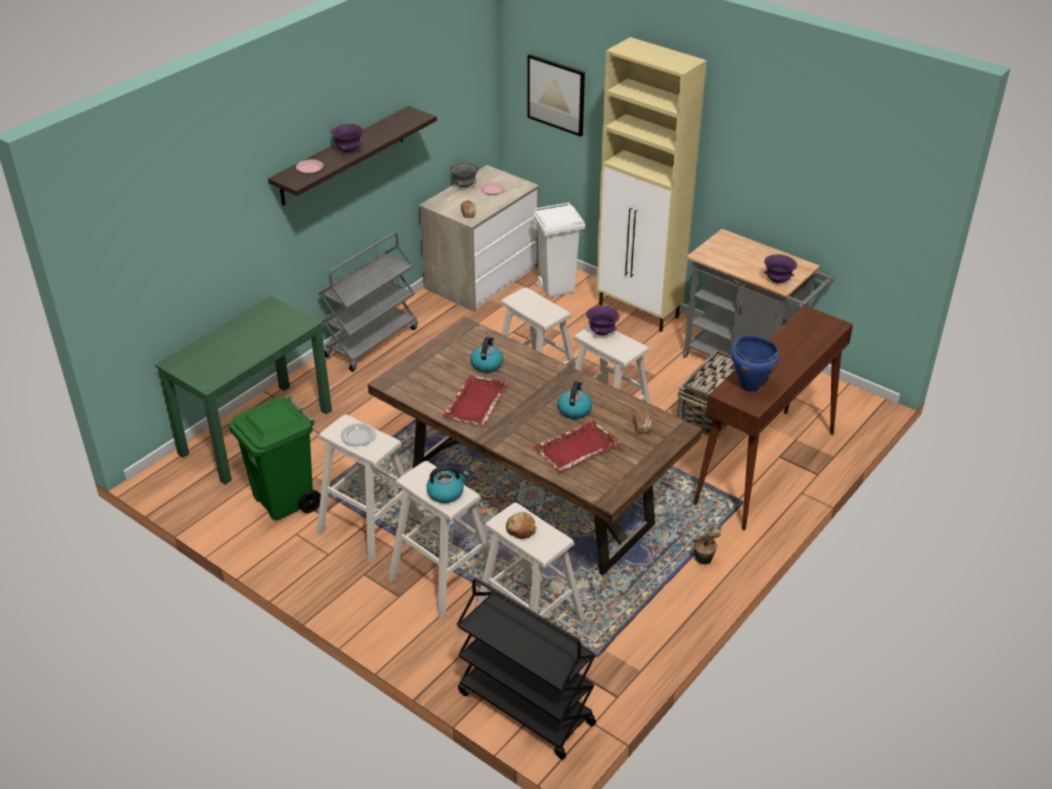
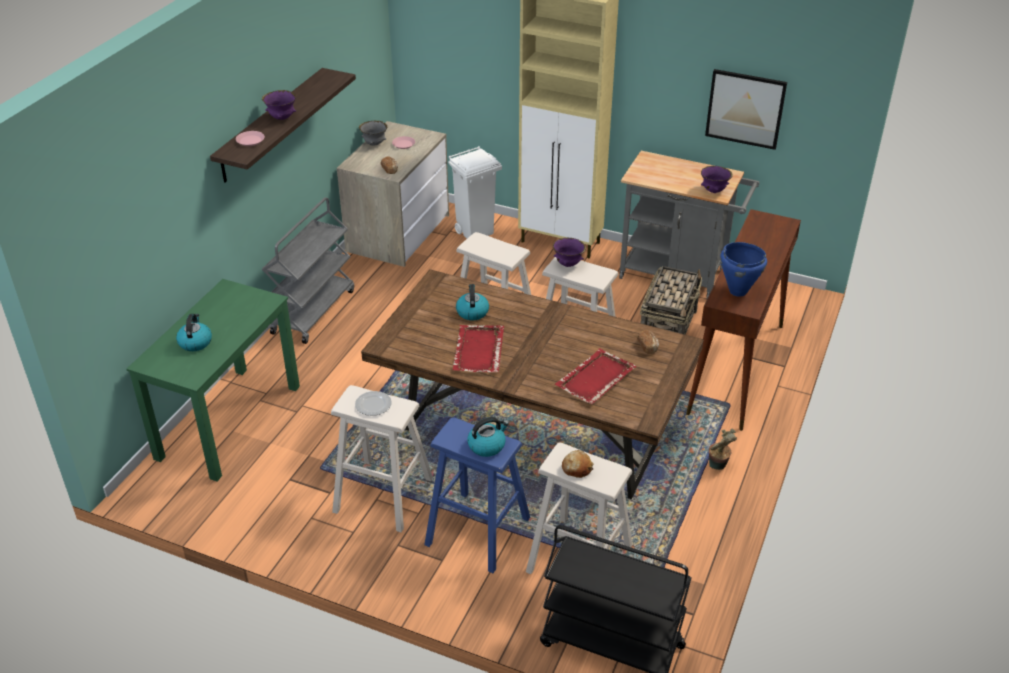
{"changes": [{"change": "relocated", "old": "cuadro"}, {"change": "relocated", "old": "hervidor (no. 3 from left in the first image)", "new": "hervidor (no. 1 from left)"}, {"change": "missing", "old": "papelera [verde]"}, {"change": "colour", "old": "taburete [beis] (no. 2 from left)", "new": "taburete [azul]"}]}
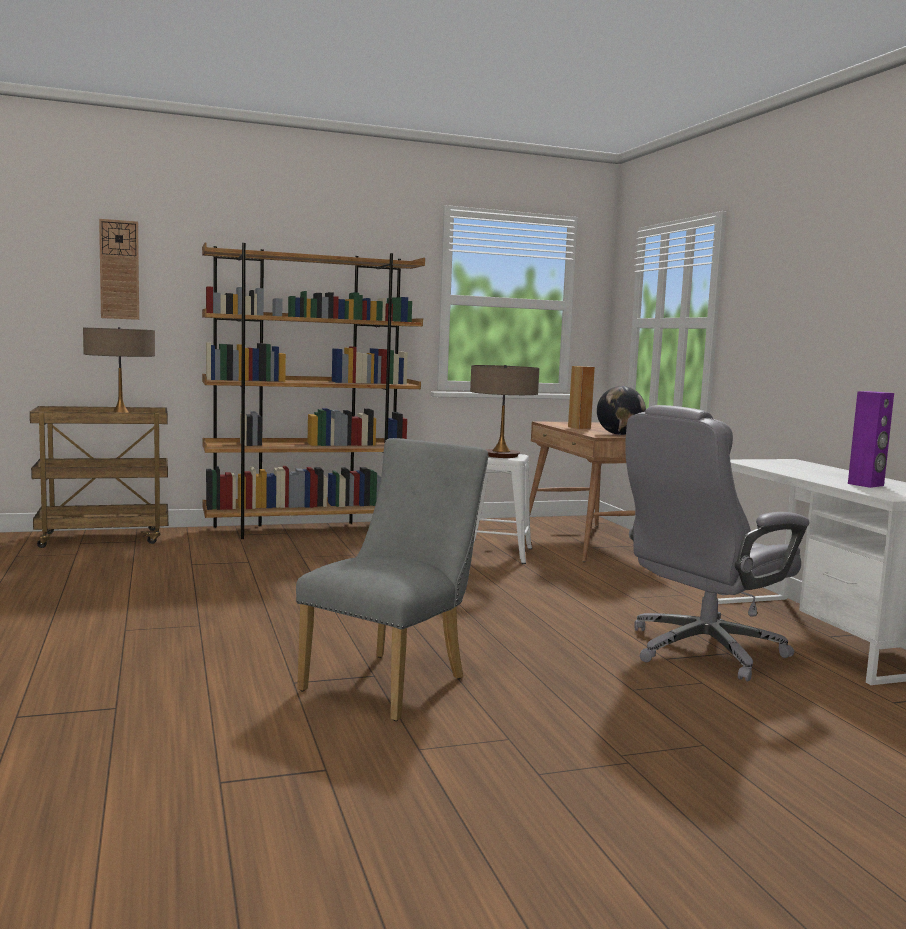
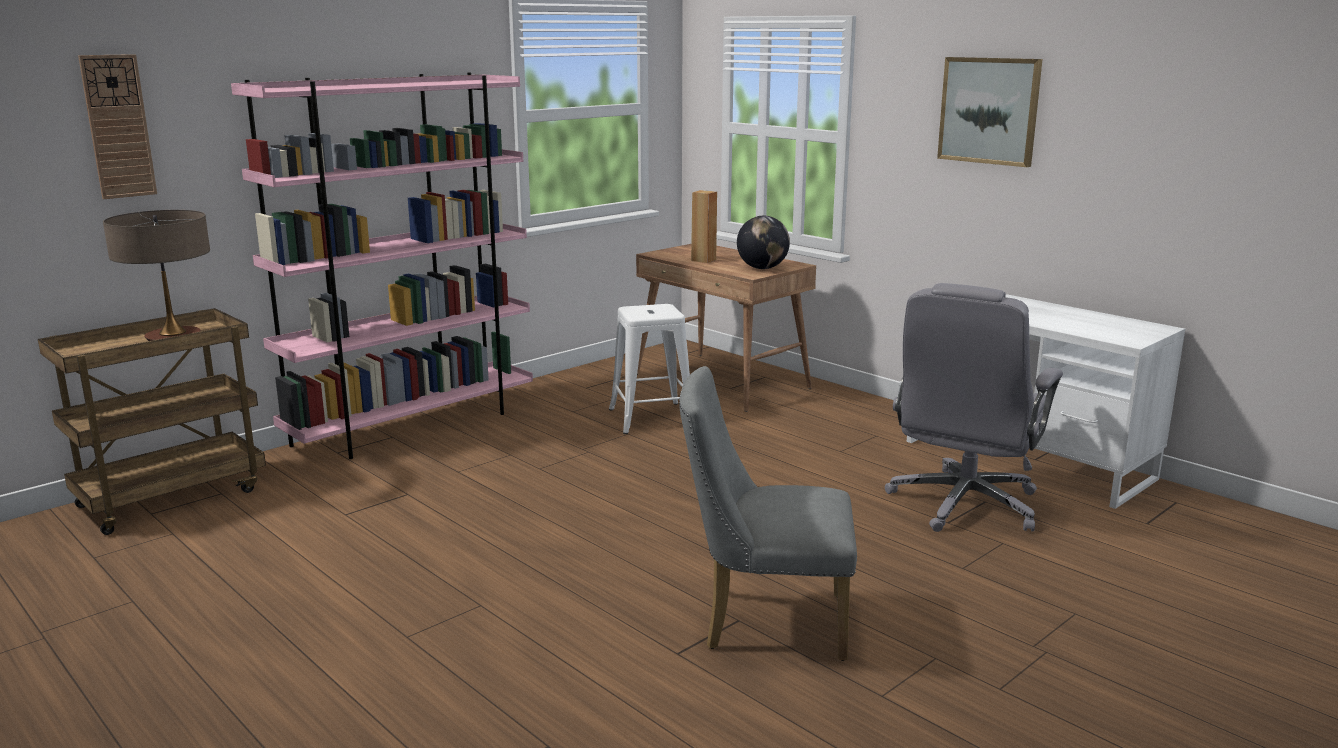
{"changes": [{"change": "colour", "old": "estantería [marrón]", "new": "estantería [rosa]"}, {"change": "missing", "old": "lámpara de mesa (no. 2 from left)"}, {"change": "missing", "old": "altavoz [morado]"}, {"change": "spun", "old": "silla [gris]", "degrees": -90}, {"change": "appeared", "new": "cuadro"}]}
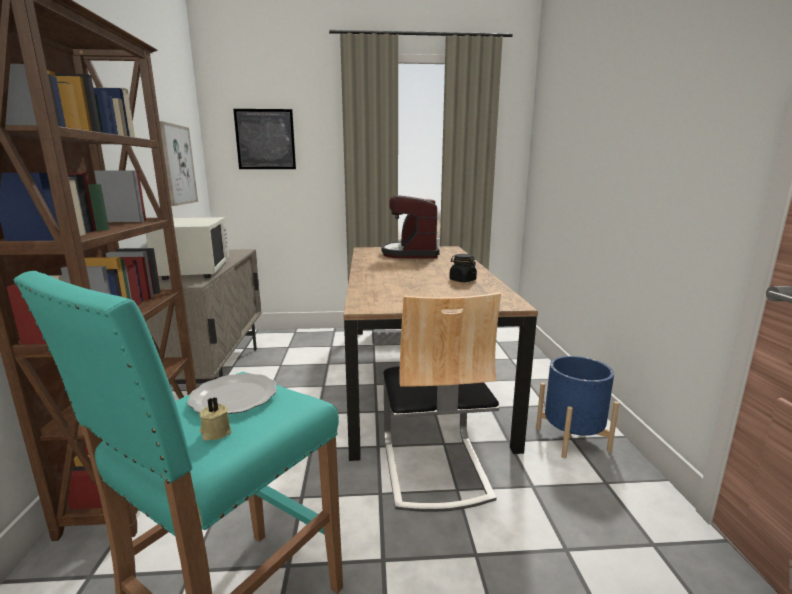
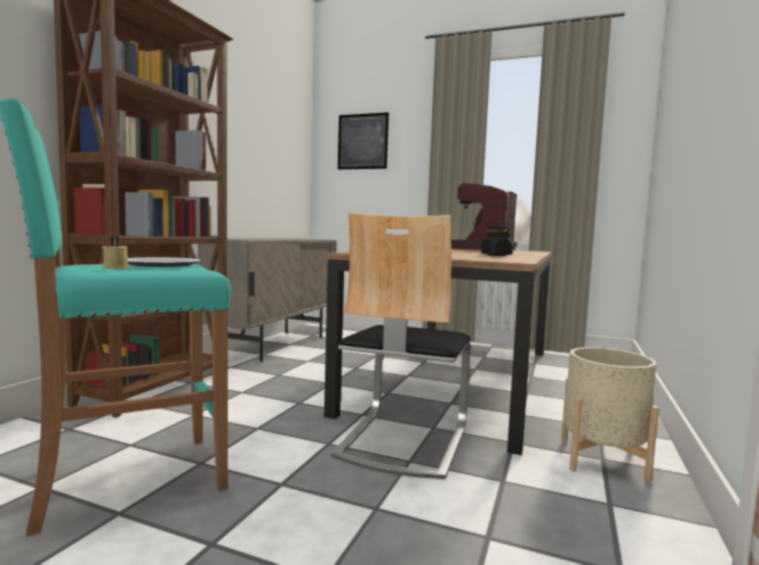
{"changes": [{"change": "missing", "old": "cuadro (no. 1 from left)"}, {"change": "missing", "old": "microondas [blanco]"}, {"change": "colour", "old": "maceta [azul]", "new": "maceta [beis]"}]}
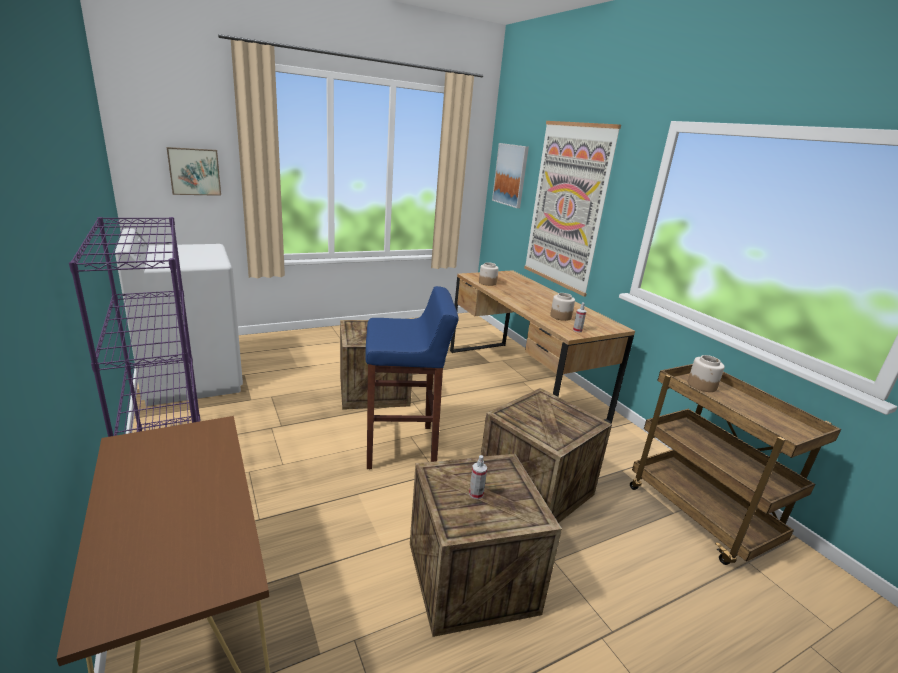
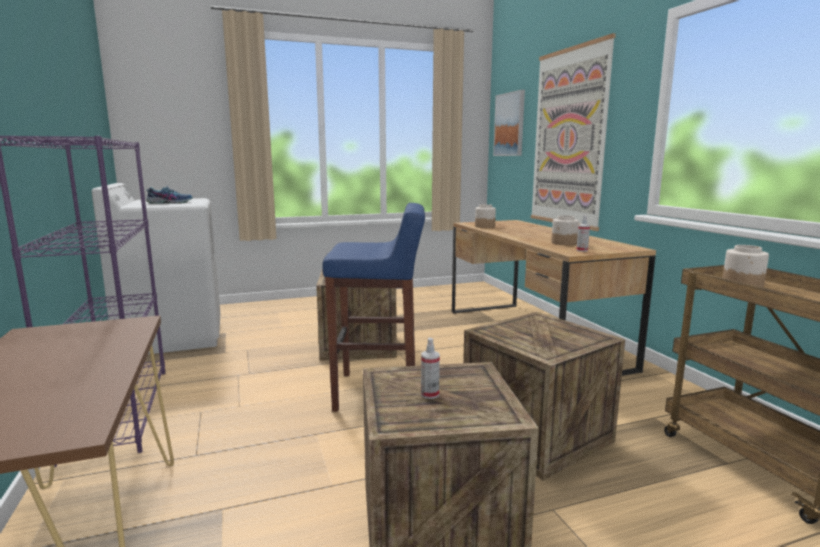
{"changes": [{"change": "missing", "old": "cuadro (no. 1 from left)"}, {"change": "appeared", "new": "zapato"}]}
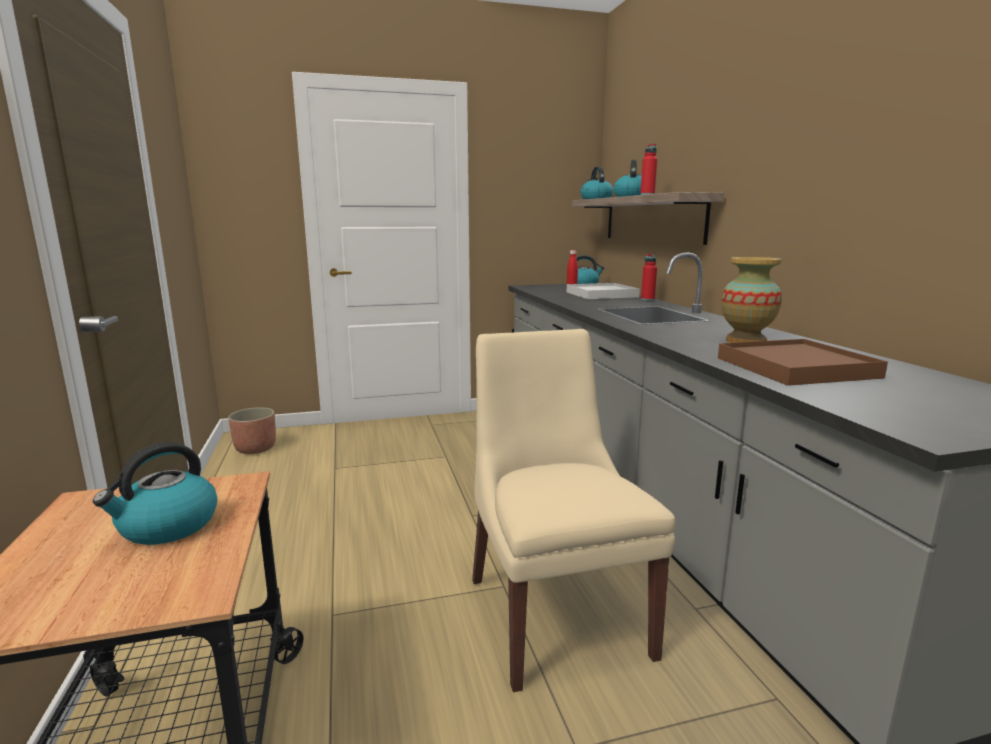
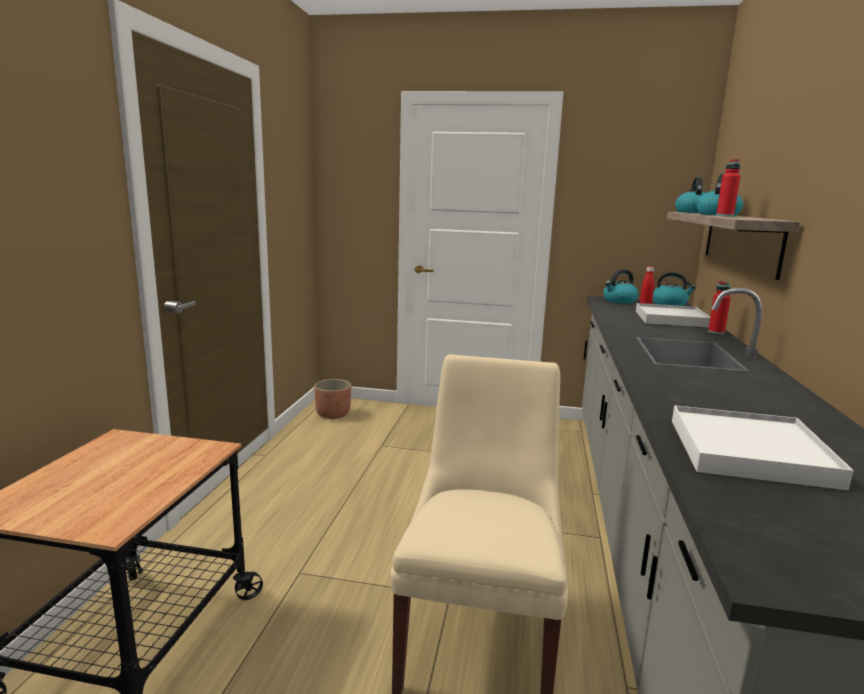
{"changes": [{"change": "missing", "old": "florero"}, {"change": "colour", "old": "bandeja [marrón]", "new": "bandeja [blanco] (no. 2 from left)"}, {"change": "relocated", "old": "hervidor (no. 1 from left)"}]}
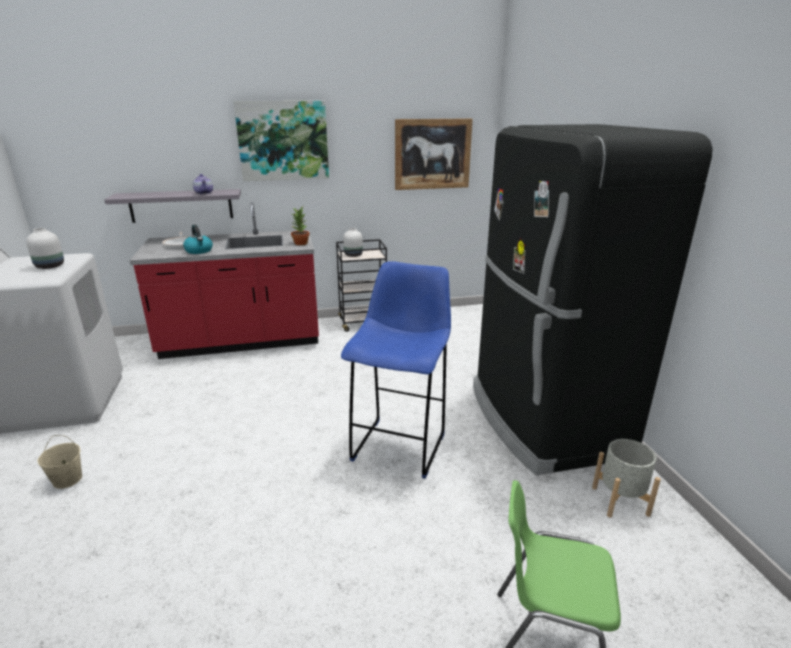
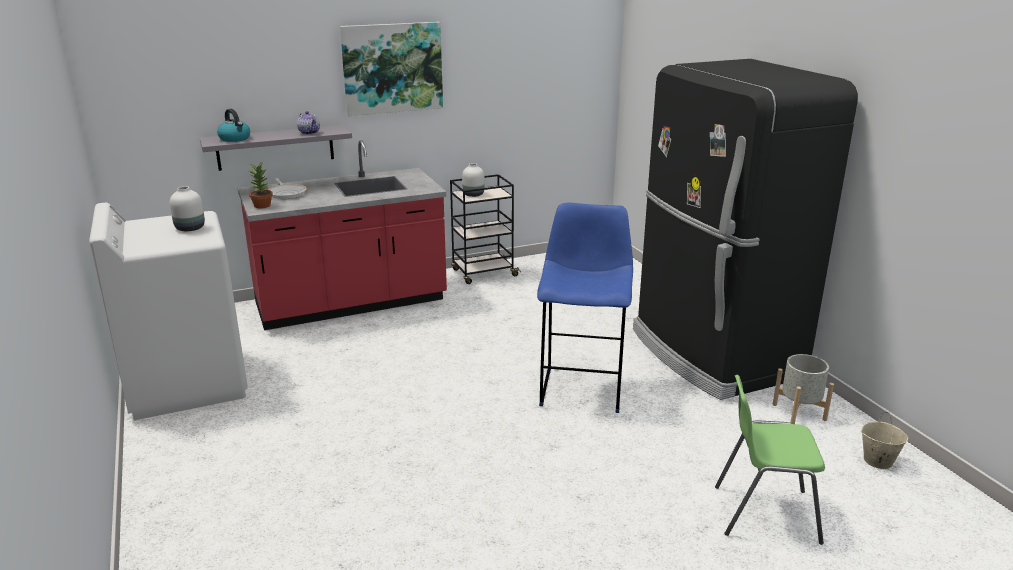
{"changes": [{"change": "missing", "old": "cuadro (no. 2 from left)"}, {"change": "relocated", "old": "planta en maceta"}, {"change": "relocated", "old": "hervidor"}, {"change": "relocated", "old": "cubo [beis]"}]}
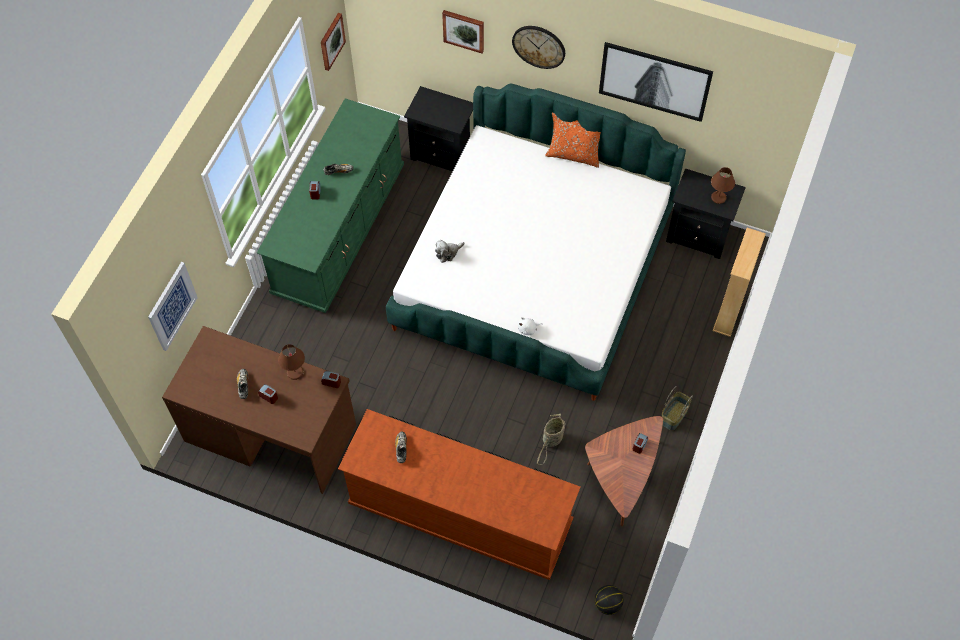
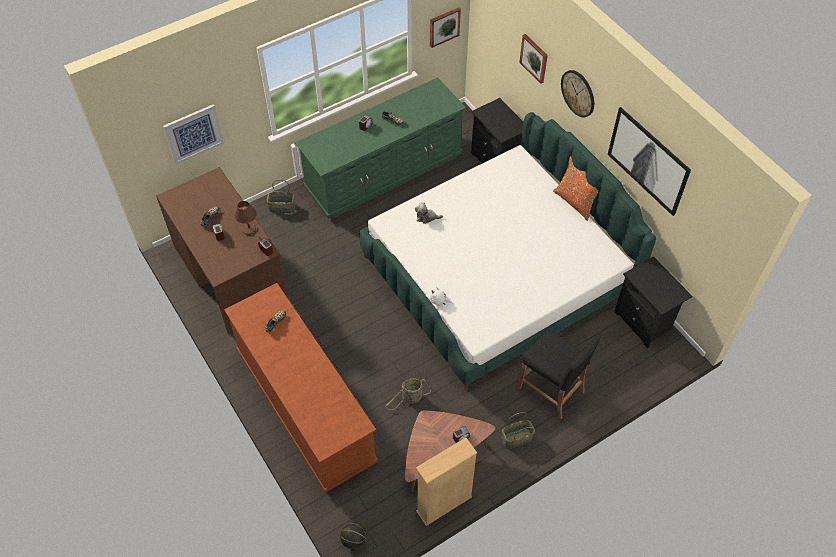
{"changes": [{"change": "missing", "old": "lámpara de mesa [marrón] (no. 2 from left)"}, {"change": "relocated", "old": "estantería [beis]"}, {"change": "appeared", "new": "cesta (no. 1 from left)"}, {"change": "appeared", "new": "taburete [negro]"}]}
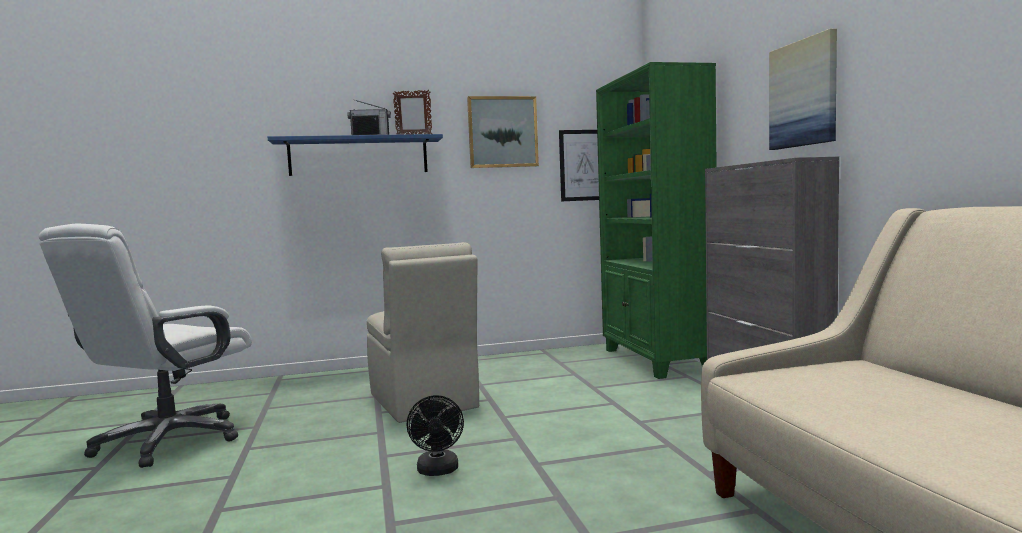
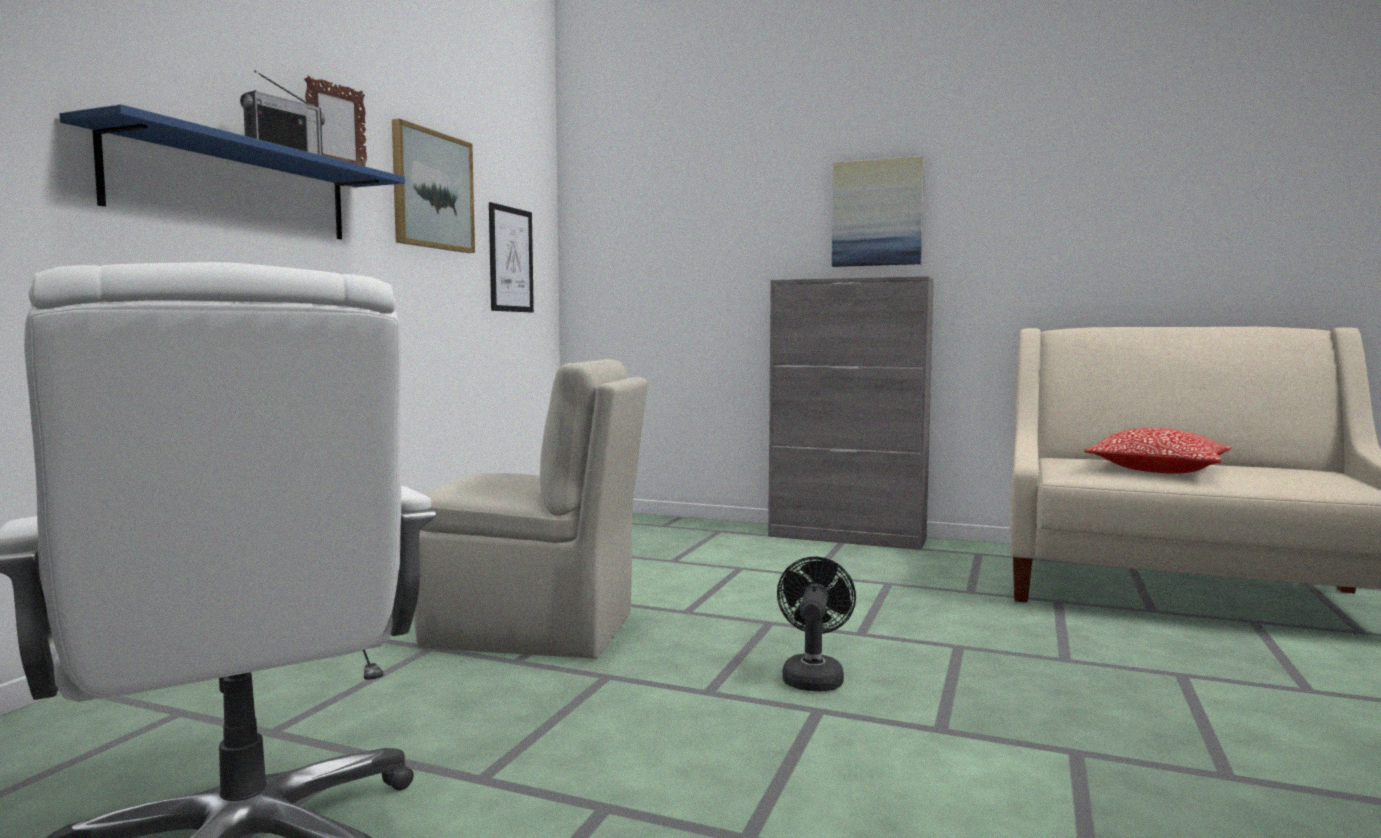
{"changes": [{"change": "missing", "old": "estantería [verde]"}, {"change": "spun", "old": "ventilador [negro]", "degrees": -105}, {"change": "appeared", "new": "cojín"}]}
